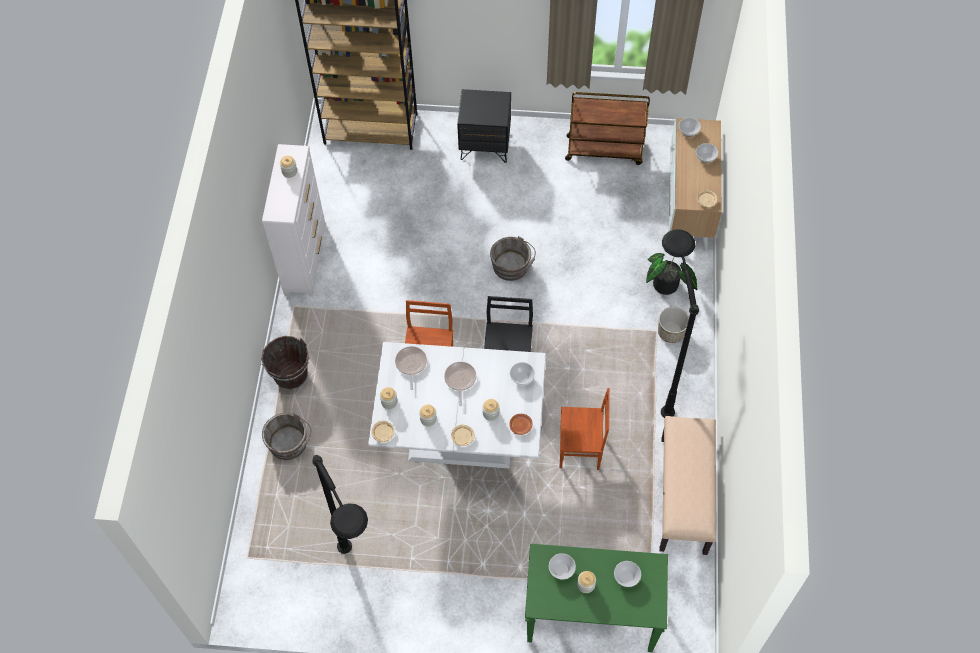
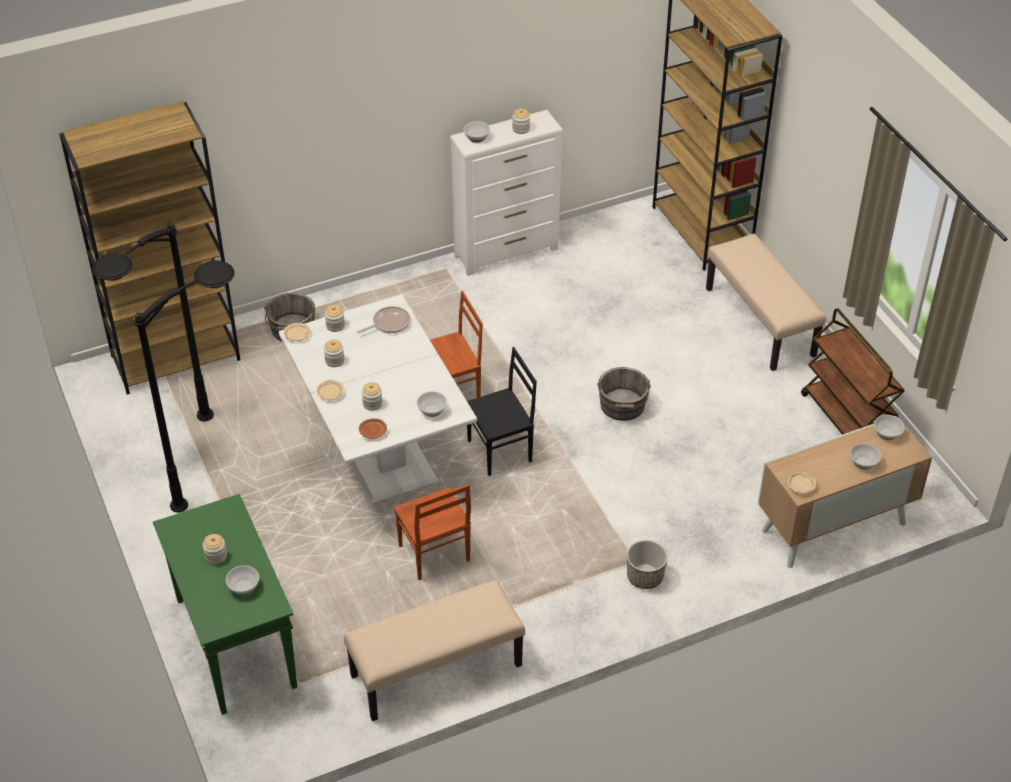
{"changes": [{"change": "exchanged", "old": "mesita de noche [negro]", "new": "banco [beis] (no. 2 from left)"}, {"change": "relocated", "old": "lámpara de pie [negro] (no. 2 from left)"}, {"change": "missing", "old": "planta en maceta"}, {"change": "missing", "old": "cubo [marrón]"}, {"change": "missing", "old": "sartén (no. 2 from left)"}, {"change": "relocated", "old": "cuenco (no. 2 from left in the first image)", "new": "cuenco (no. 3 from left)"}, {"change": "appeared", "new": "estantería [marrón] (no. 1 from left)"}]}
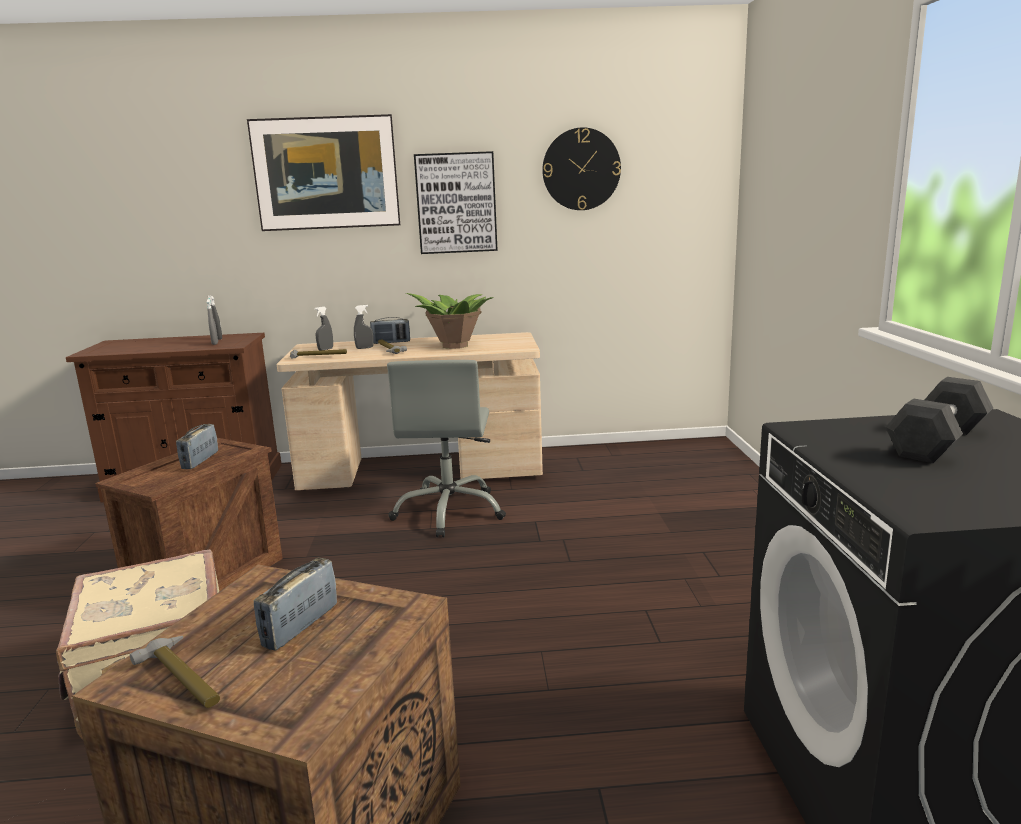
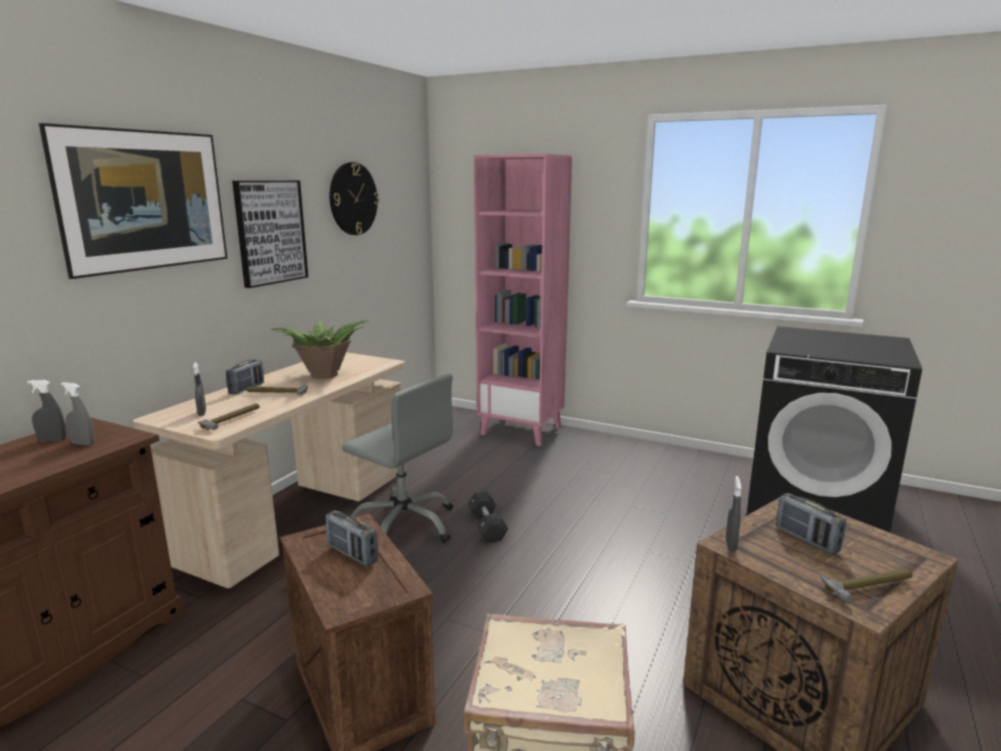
{"changes": [{"change": "relocated", "old": "pulverizador [gris] (no. 4 from left)"}, {"change": "relocated", "old": "mancuerna [negro]"}, {"change": "appeared", "new": "estantería [rosa]"}]}
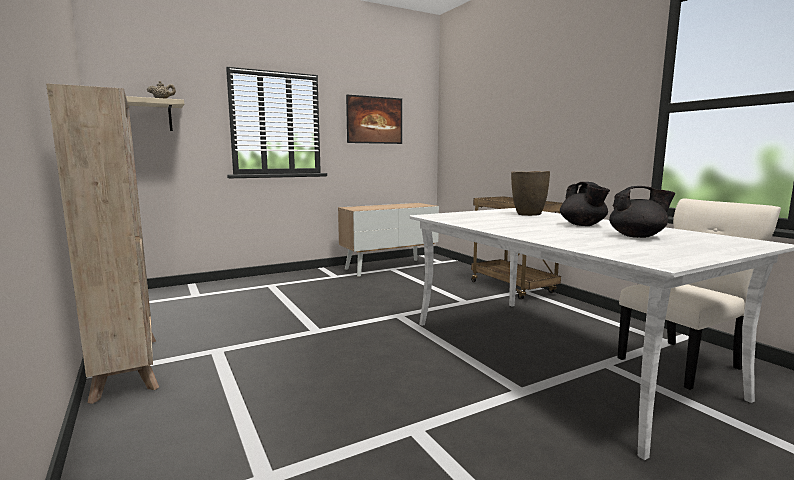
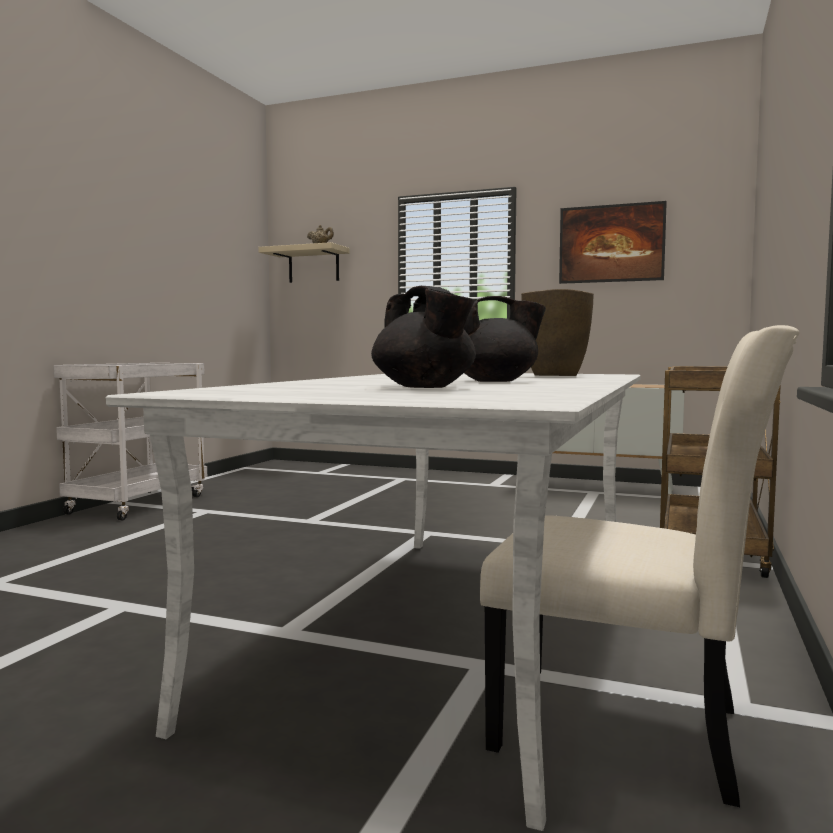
{"changes": [{"change": "exchanged", "old": "estantería [beis]", "new": "carrito [blanco]"}, {"change": "spun", "old": "tetera [negro] (no. 1 from left in the first image)", "degrees": -135}]}
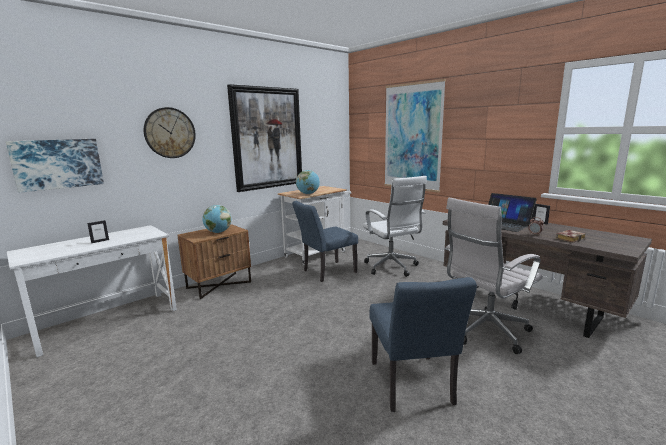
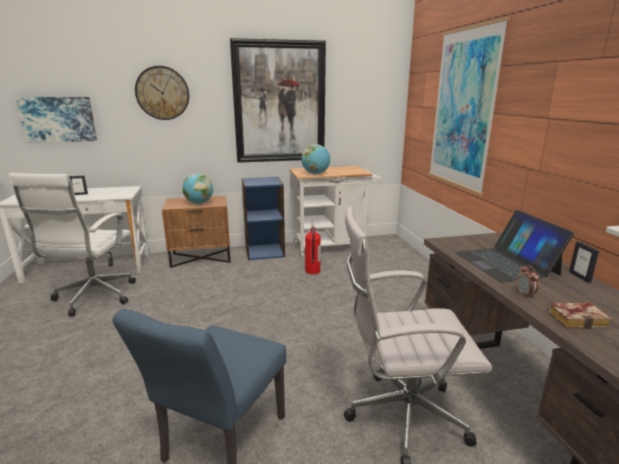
{"changes": [{"change": "relocated", "old": "silla de oficina [blanco] (no. 1 from left)"}, {"change": "exchanged", "old": "silla [azul] (no. 1 from left)", "new": "extintor"}, {"change": "appeared", "new": "estantería [azul]"}]}
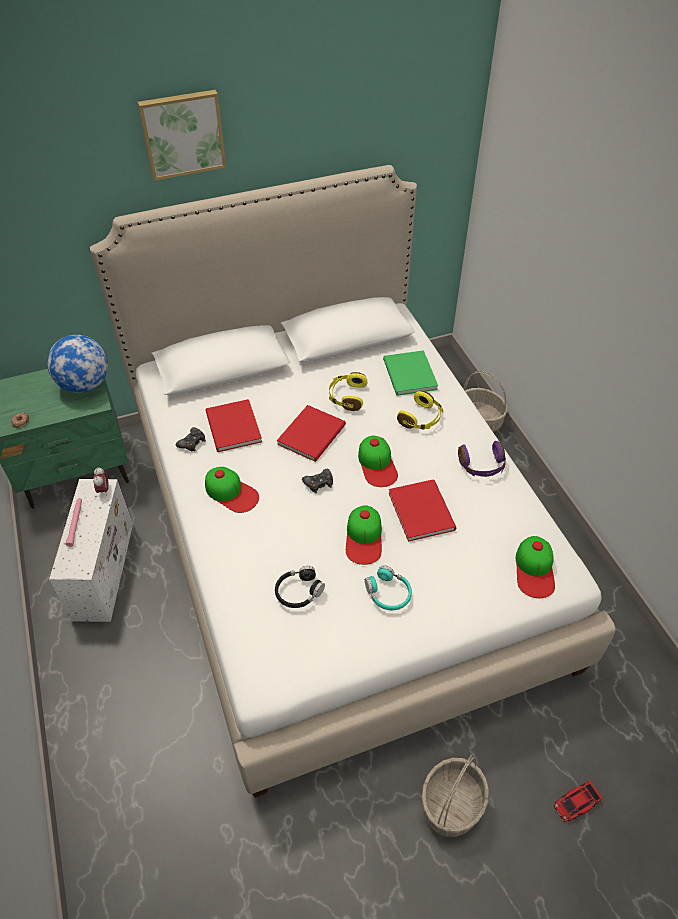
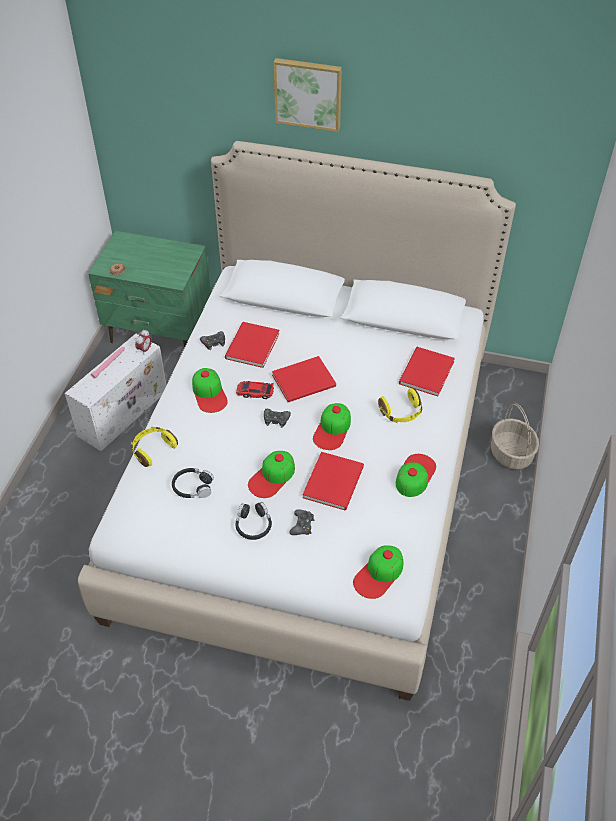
{"changes": [{"change": "missing", "old": "globo terráqueo"}, {"change": "colour", "old": "libro [verde]", "new": "libro [rojo] (no. 4 from left)"}, {"change": "relocated", "old": "auriculares [amarillo] (no. 1 from left)"}, {"change": "exchanged", "old": "auriculares [morado]", "new": "gorra (no. 5 from left)"}, {"change": "colour", "old": "auriculares [turquesa]", "new": "auriculares [negro] (no. 2 from left)"}, {"change": "missing", "old": "cesta (no. 1 from left)"}, {"change": "relocated", "old": "coche de juguete"}, {"change": "appeared", "new": "mando de consola [negro] (no. 3 from left)"}]}
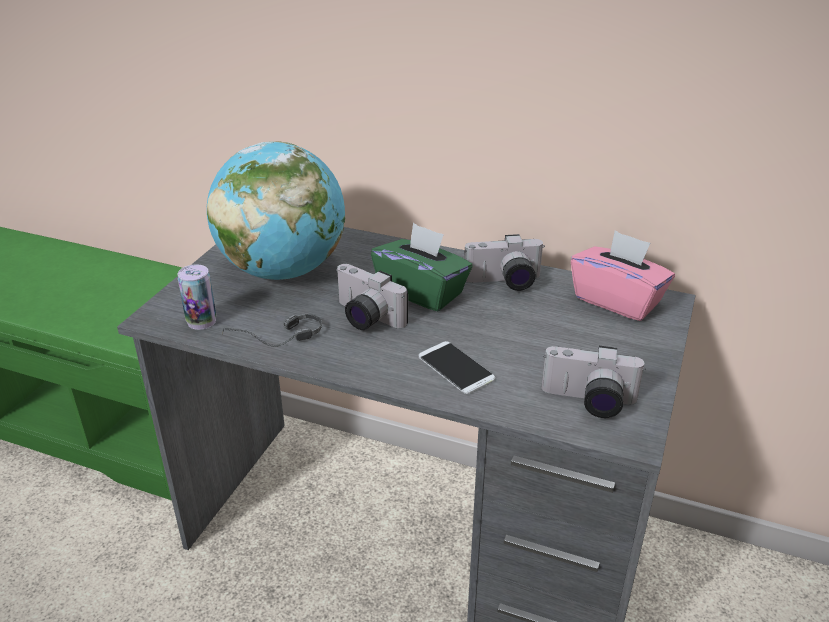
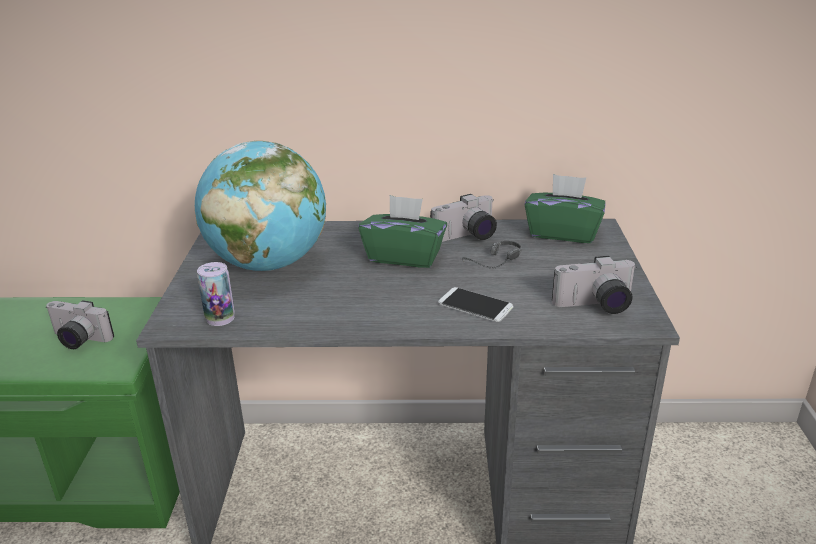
{"changes": [{"change": "colour", "old": "caja de pañuelos [rosa]", "new": "caja de pañuelos [verde] (no. 2 from left)"}, {"change": "relocated", "old": "cámara (no. 1 from left)"}, {"change": "relocated", "old": "auriculares"}]}
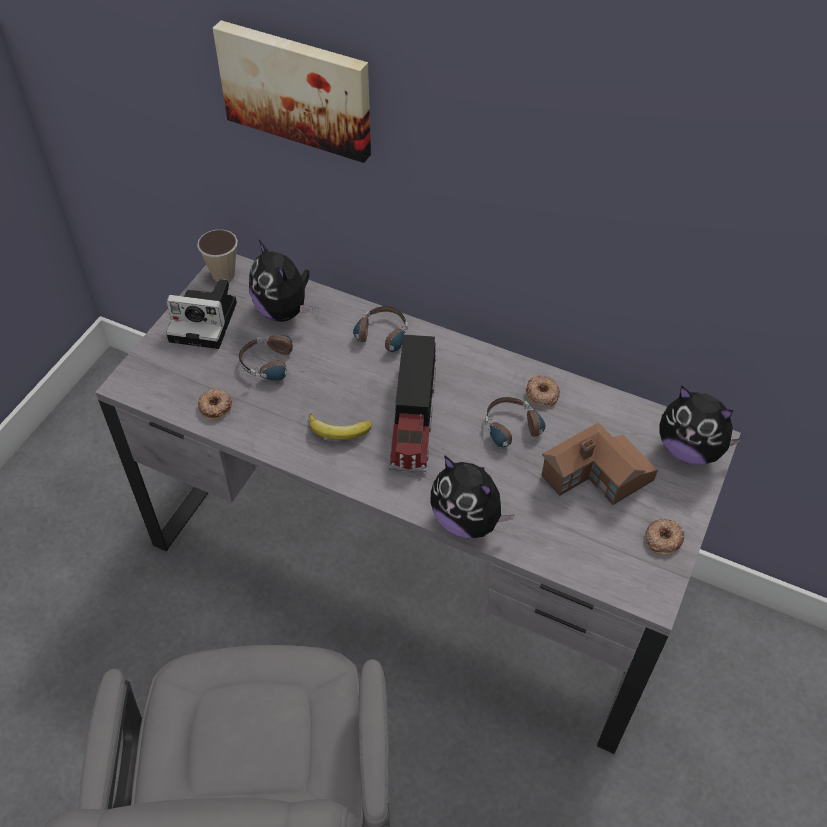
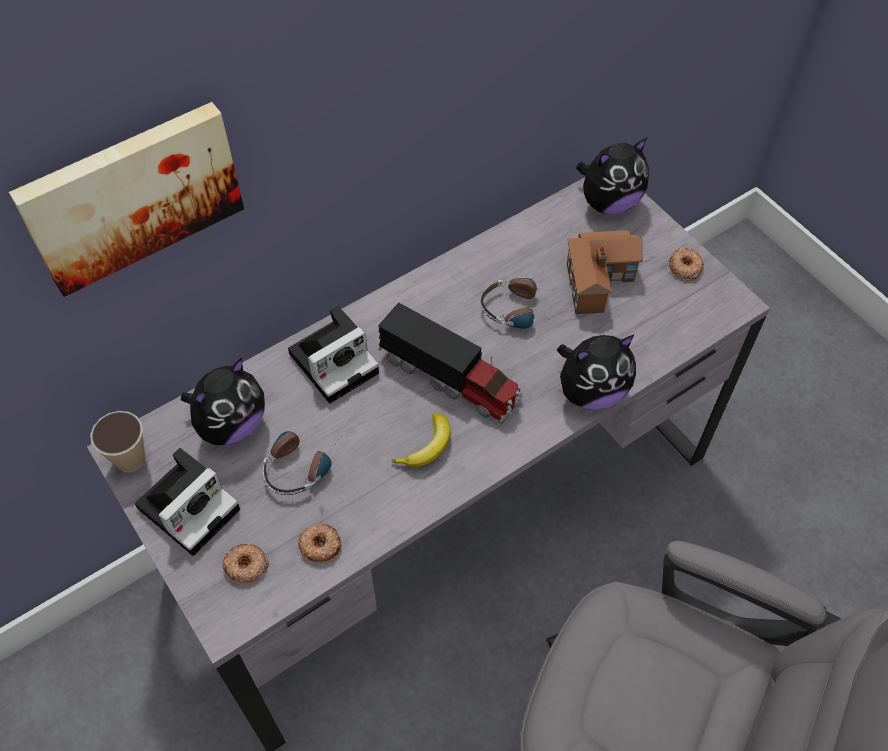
{"changes": [{"change": "spun", "old": "peluche (no. 1 from left)", "degrees": -45}, {"change": "exchanged", "old": "auriculares (no. 2 from left)", "new": "cámara (no. 2 from left)"}, {"change": "relocated", "old": "rosquilla (no. 2 from left in the first image)", "new": "rosquilla (no. 1 from left)"}]}
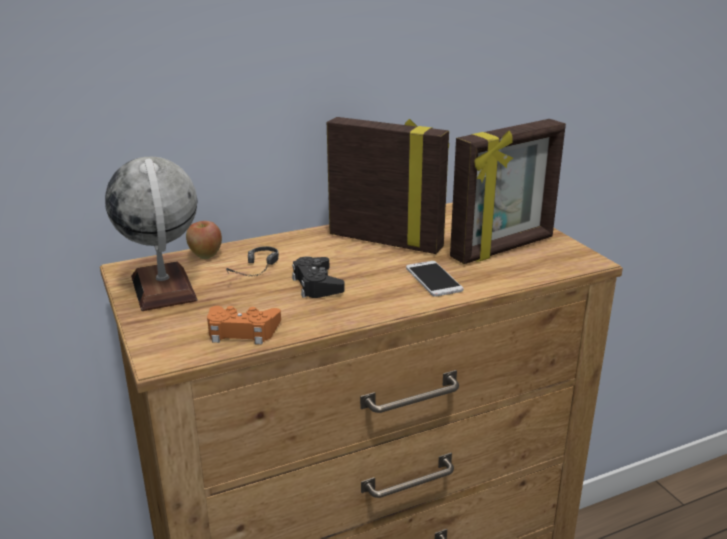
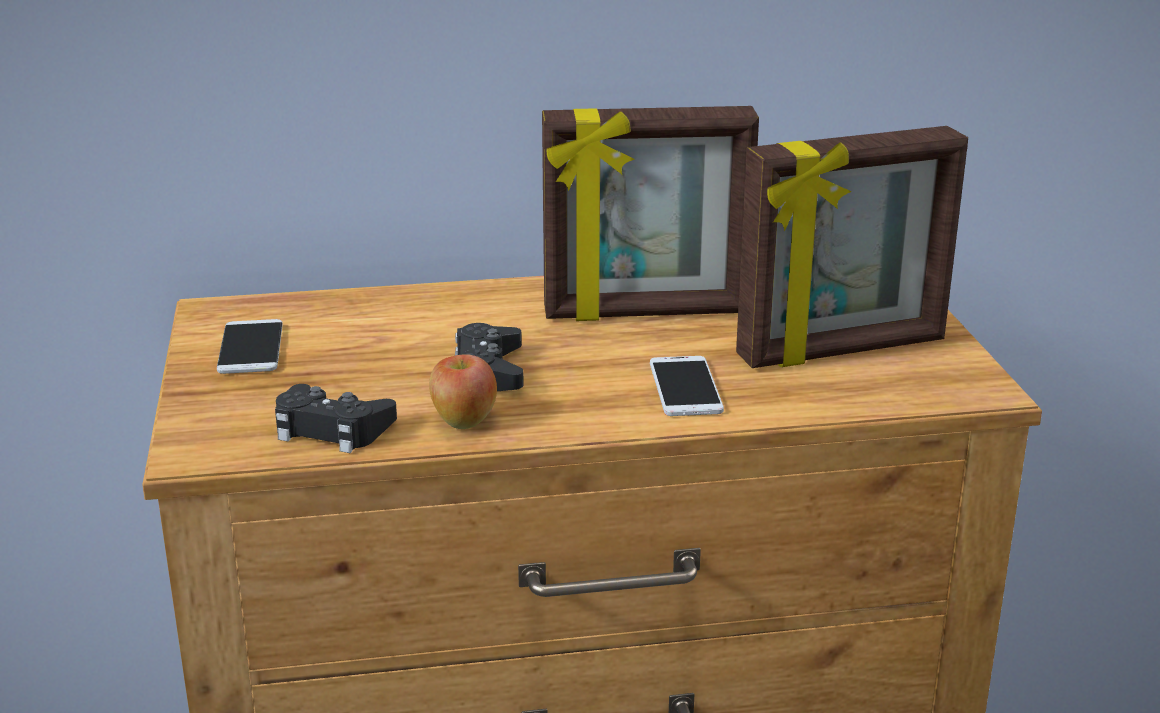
{"changes": [{"change": "spun", "old": "portarretratos (no. 1 from left)", "degrees": 135}, {"change": "exchanged", "old": "globo terráqueo", "new": "móvil (no. 1 from left)"}, {"change": "relocated", "old": "manzana"}, {"change": "missing", "old": "auriculares"}, {"change": "colour", "old": "mando de consola [naranja]", "new": "mando de consola [negro] (no. 1 from left)"}]}
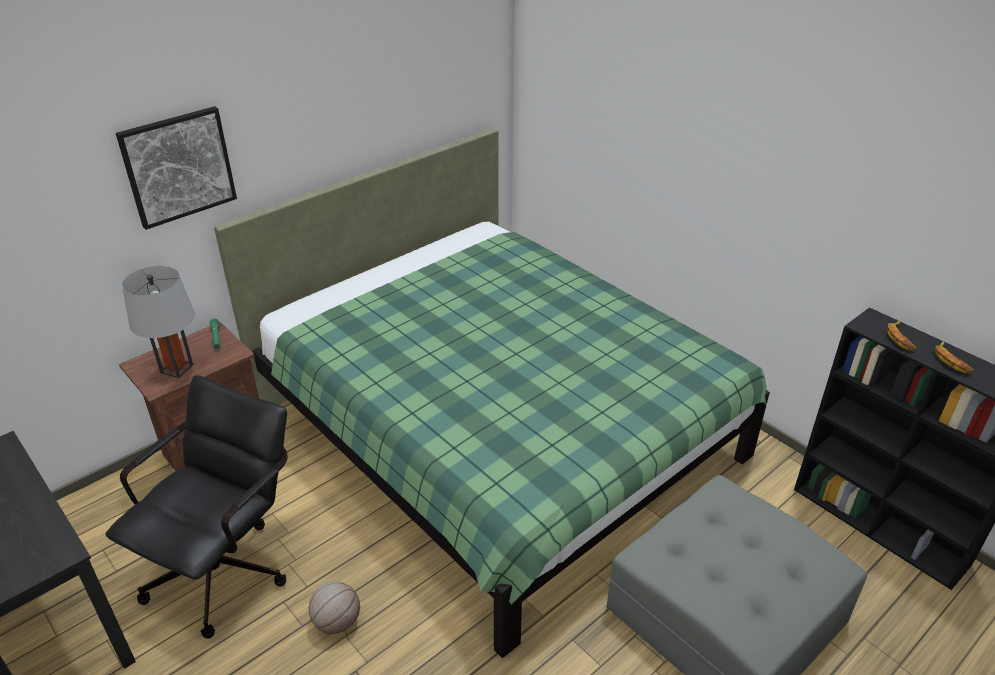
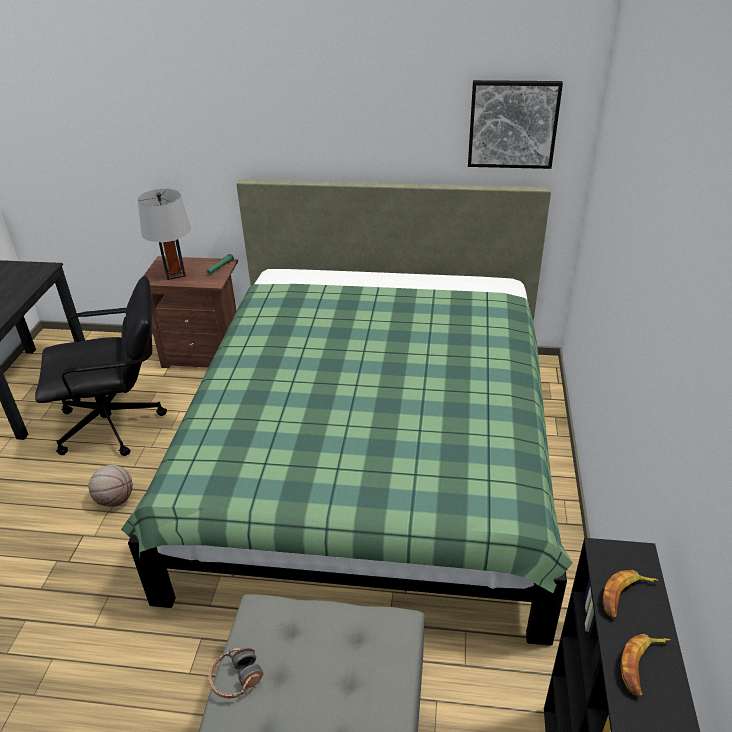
{"changes": [{"change": "relocated", "old": "cuadro"}, {"change": "appeared", "new": "auriculares"}]}
